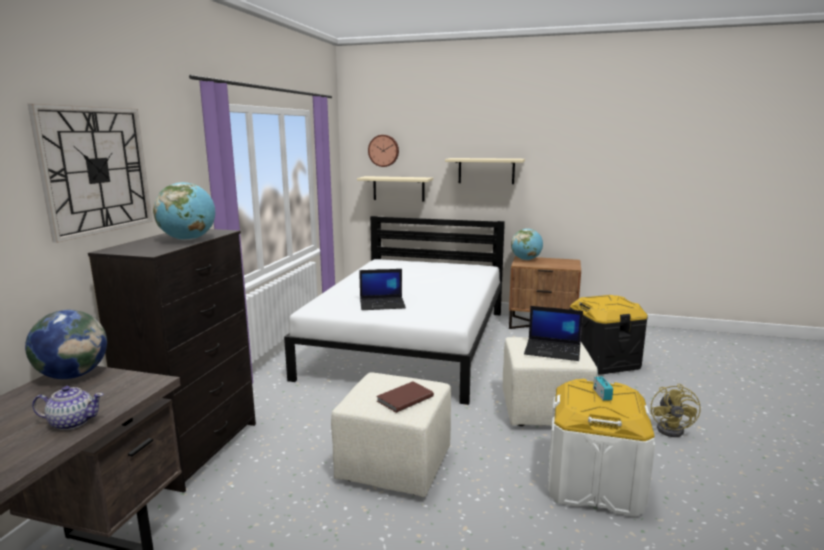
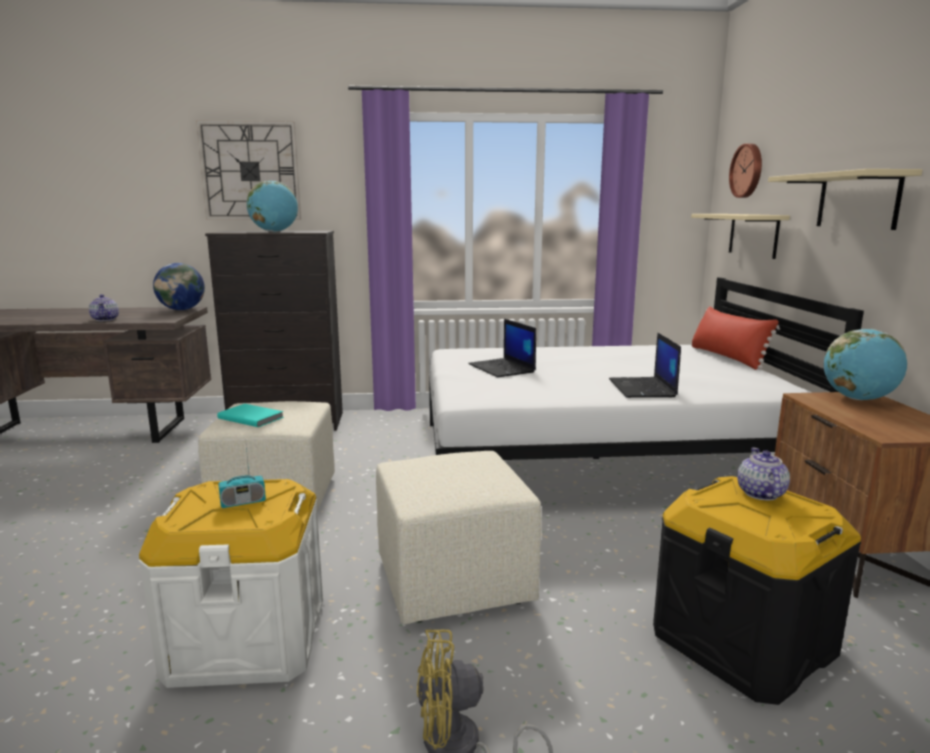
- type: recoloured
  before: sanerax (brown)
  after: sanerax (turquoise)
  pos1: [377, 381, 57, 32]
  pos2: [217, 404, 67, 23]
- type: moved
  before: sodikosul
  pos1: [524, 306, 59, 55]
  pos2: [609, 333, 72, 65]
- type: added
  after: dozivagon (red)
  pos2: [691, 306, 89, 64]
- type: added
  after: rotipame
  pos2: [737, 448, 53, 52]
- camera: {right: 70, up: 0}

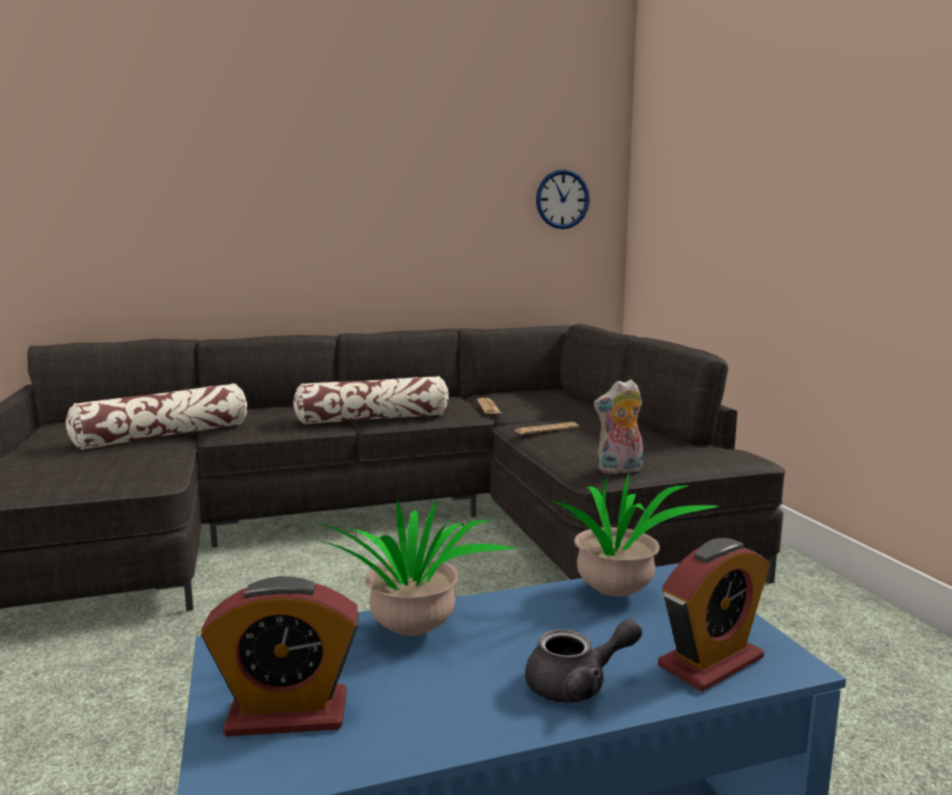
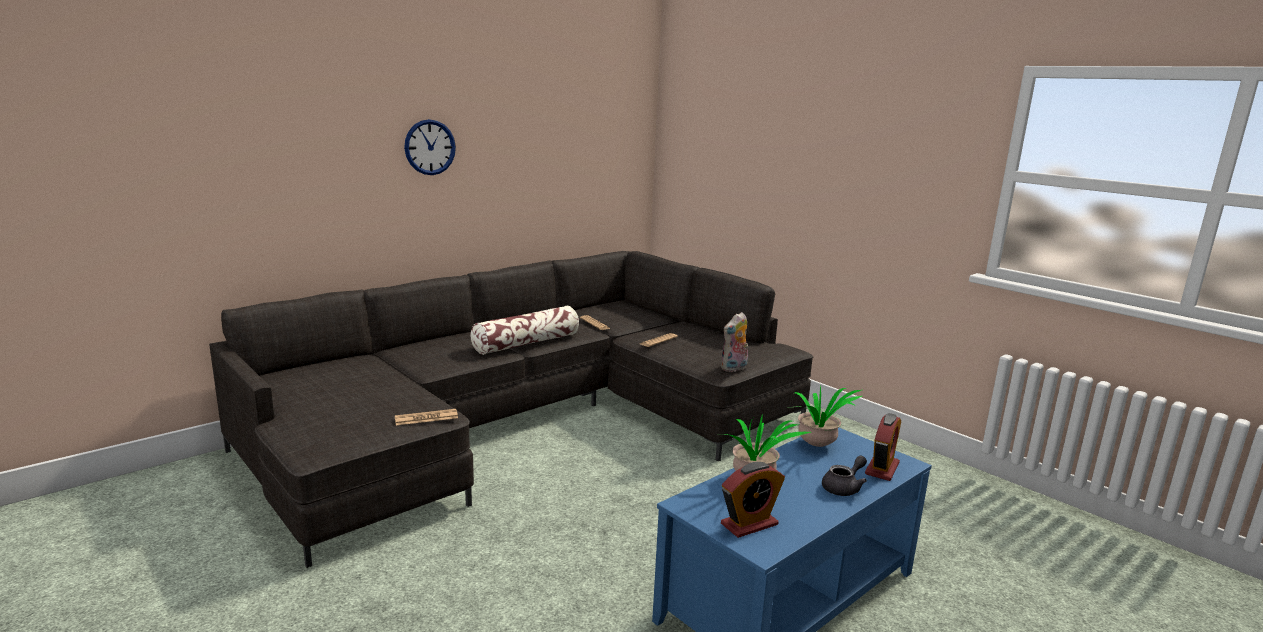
- type: added
  after: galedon
  pos2: [395, 409, 63, 16]
- type: moved
  before: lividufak
  pos1: [536, 169, 54, 60]
  pos2: [404, 119, 52, 56]
- type: removed
  before: dozivagon
  pos1: [66, 383, 181, 67]
- camera: {right: -25, up: 5}

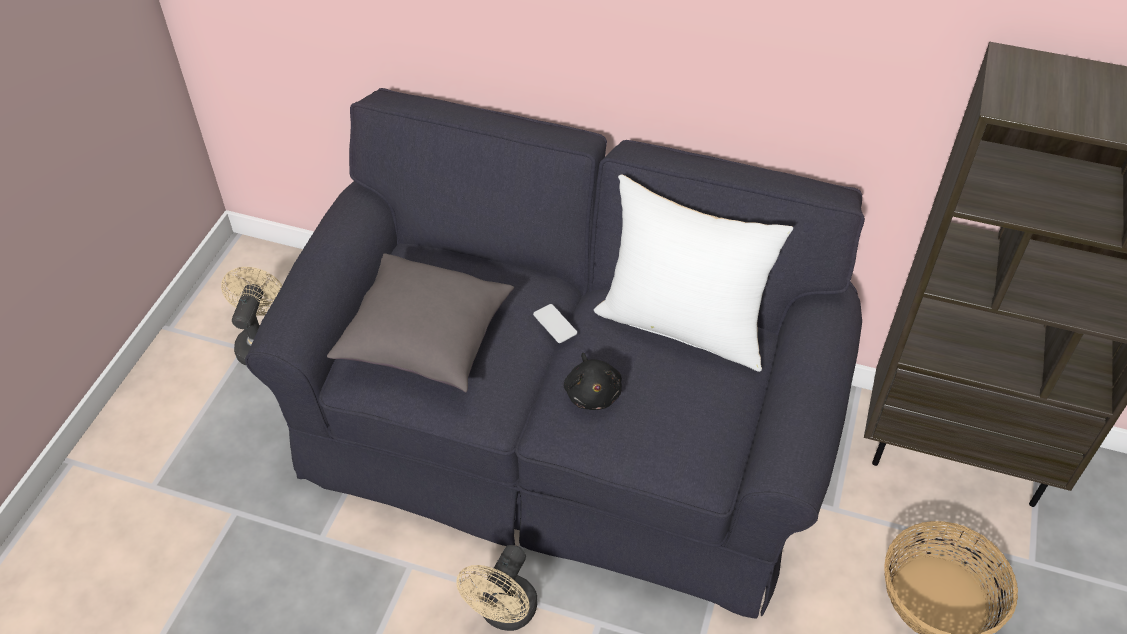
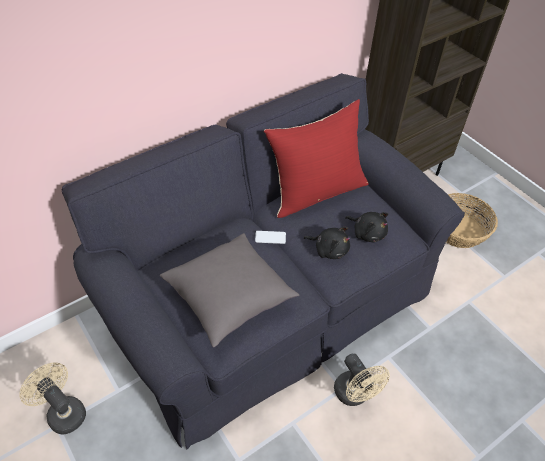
- type: recoloured
  before: dozivagon (white)
  after: dozivagon (red)
  pos1: [594, 175, 199, 197]
  pos2: [264, 99, 105, 119]
- type: added
  after: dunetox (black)
  pos2: [345, 212, 43, 30]
- camera: {right: -55, up: 0}

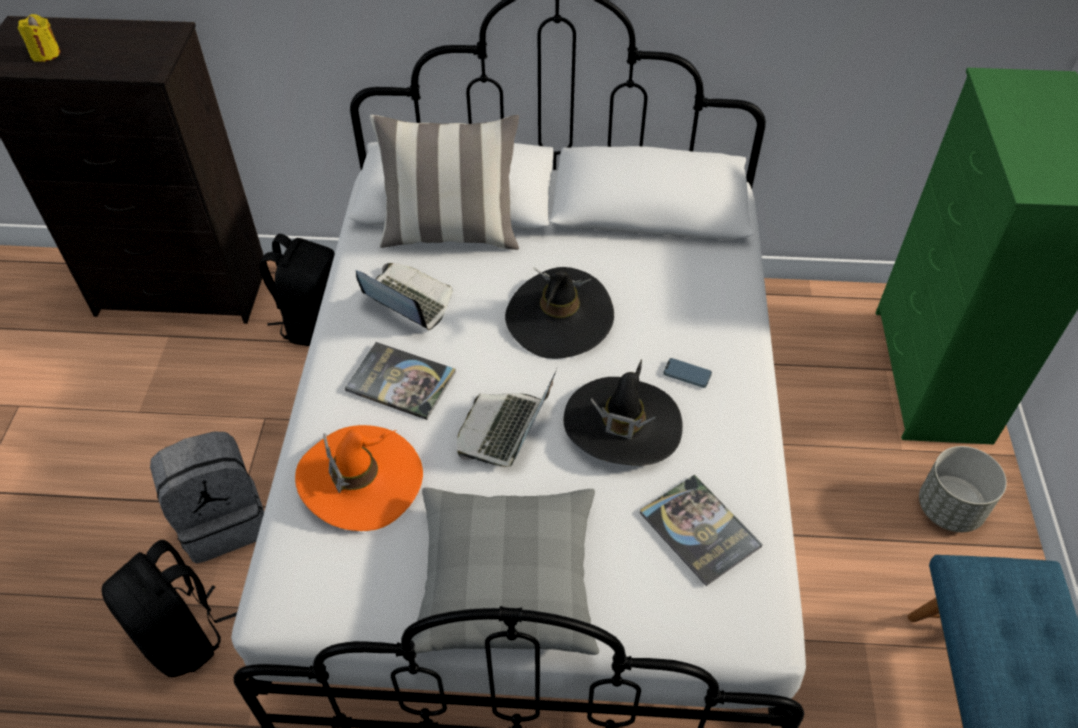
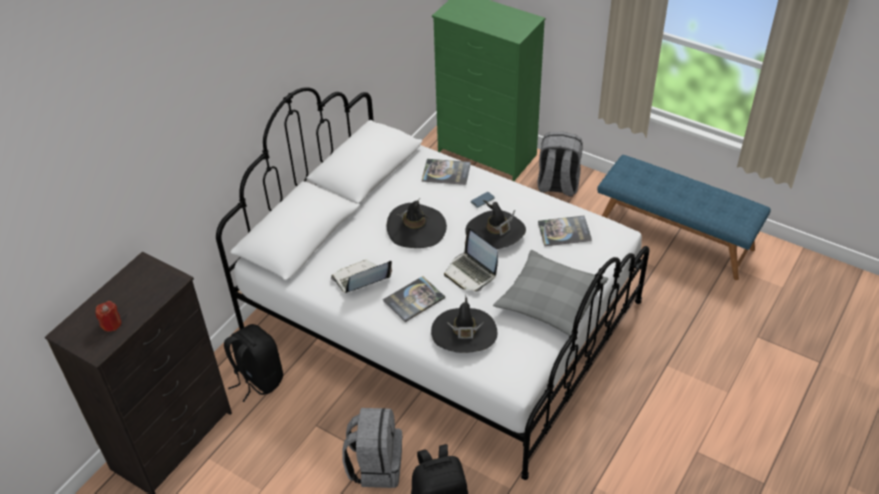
- type: recoloured
  before: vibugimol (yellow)
  after: vibugimol (red)
  pos1: [18, 14, 42, 48]
  pos2: [95, 301, 27, 31]
- type: added
  after: sanerax
  pos2: [422, 159, 49, 26]
- type: recoloured
  before: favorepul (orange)
  after: favorepul (black)
  pos1: [295, 425, 128, 106]
  pos2: [431, 295, 66, 58]
- type: replaced
  before: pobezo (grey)
  after: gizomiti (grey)
  pos1: [919, 446, 88, 86]
  pos2: [537, 132, 46, 65]
- type: removed
  before: dozivagon
  pos1: [370, 115, 149, 135]
- camera: {right: -60, up: -5}

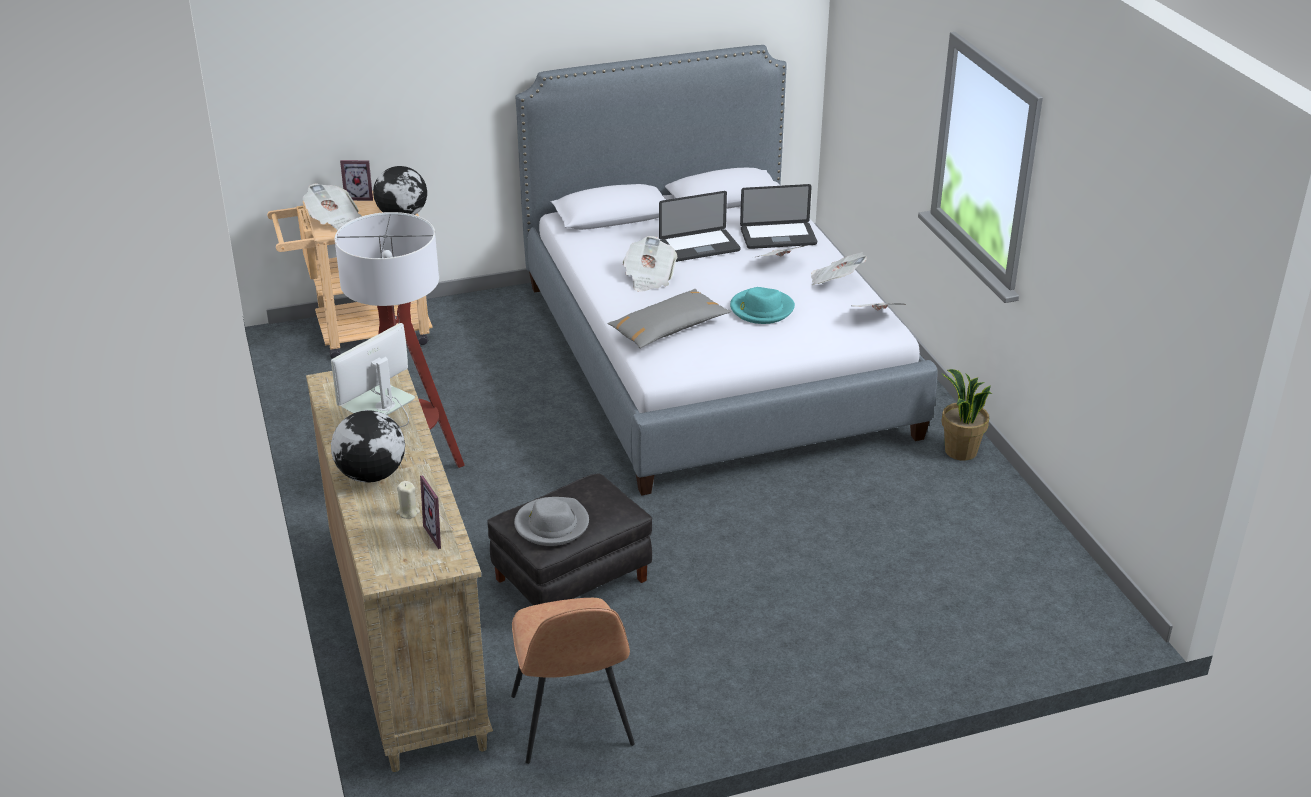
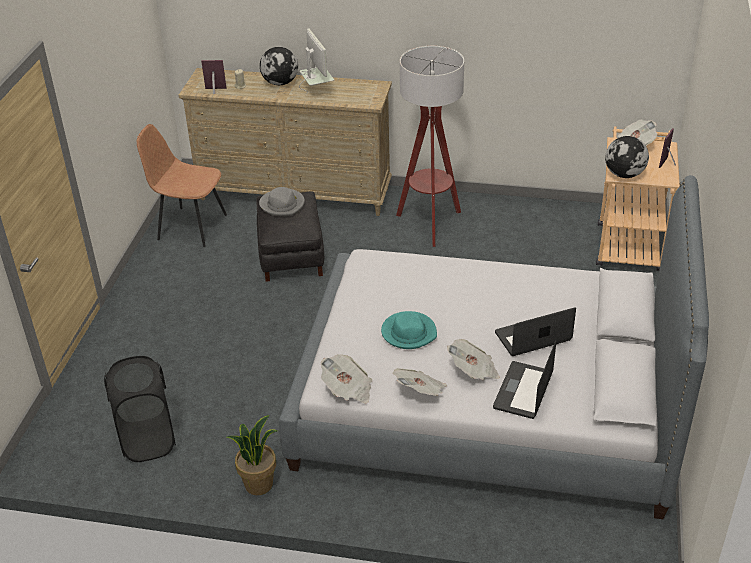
- type: added
  after: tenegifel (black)
  pos2: [104, 356, 72, 106]
- type: turned
  before: sodikosul
  pos1: [659, 191, 82, 71]
  pos2: [495, 308, 81, 48]
  turn: 60
- type: removed
  before: dozivagon (grey)
  pos1: [607, 289, 124, 59]
- type: removed
  before: galedon
  pos1: [623, 236, 54, 55]
- camera: {right: 120, up: 5}

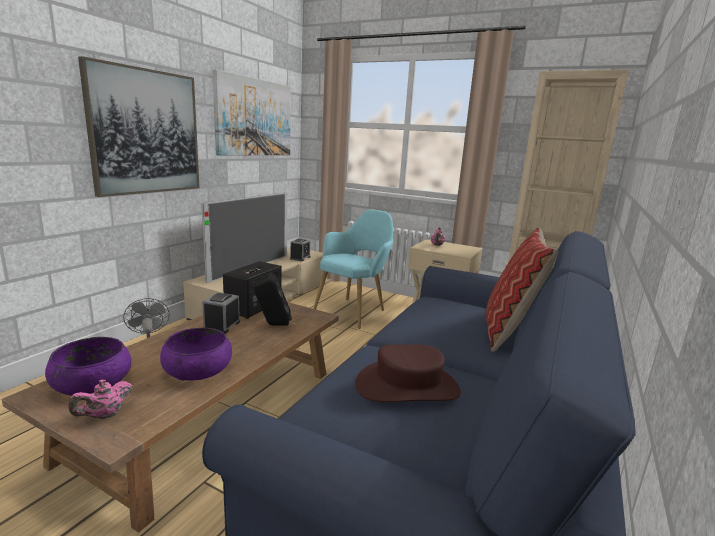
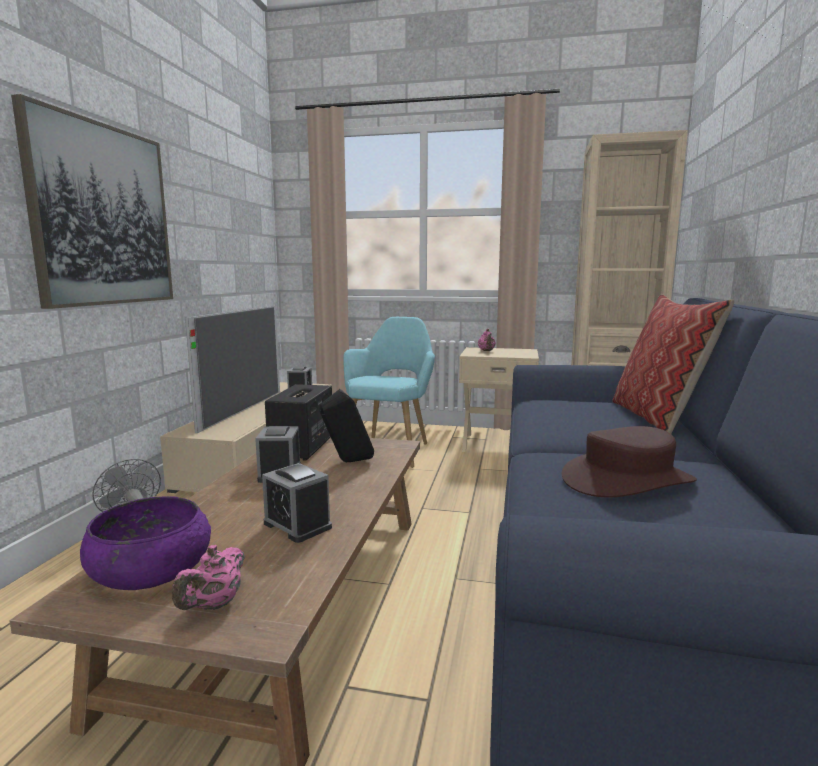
- type: replaced
  before: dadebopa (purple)
  after: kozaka
  pos1: [160, 328, 72, 53]
  pos2: [262, 463, 70, 80]
- type: removed
  before: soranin
  pos1: [213, 69, 78, 87]
- camera: {right: -15, up: -5}

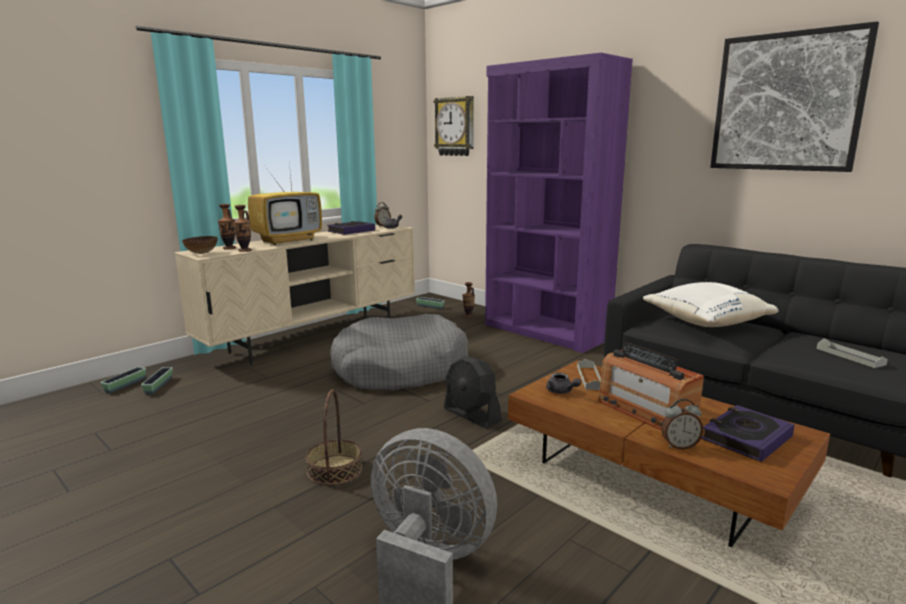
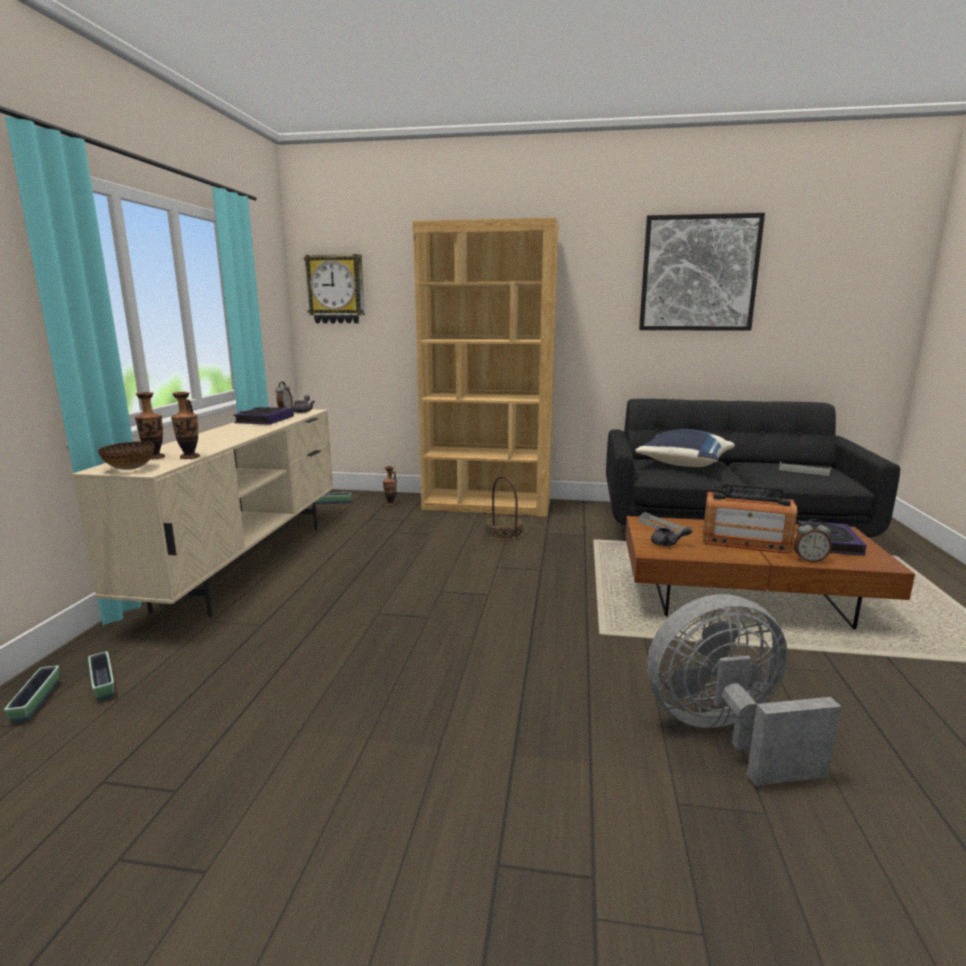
- type: recoloured
  before: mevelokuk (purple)
  after: mevelokuk (brown)
  pos1: [485, 53, 148, 300]
  pos2: [412, 217, 147, 300]
- type: moved
  before: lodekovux
  pos1: [306, 389, 56, 96]
  pos2: [485, 476, 38, 65]
- type: recoloured
  before: dozivagon (white)
  after: dozivagon (blue)
  pos1: [643, 282, 136, 45]
  pos2: [635, 429, 100, 38]
- type: turned
  before: kozaka
  pos1: [661, 399, 42, 51]
  pos2: [794, 519, 38, 43]
  turn: 45
- type: removed
  before: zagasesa
  pos1: [248, 162, 74, 83]
- type: removed
  before: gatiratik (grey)
  pos1: [330, 314, 138, 77]
- type: removed
  before: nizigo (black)
  pos1: [444, 356, 58, 73]
- camera: {right: -35, up: 0}

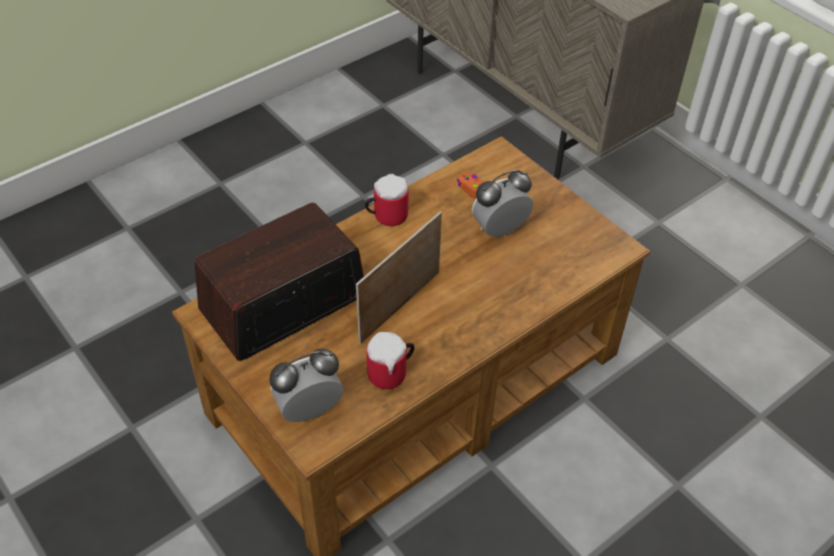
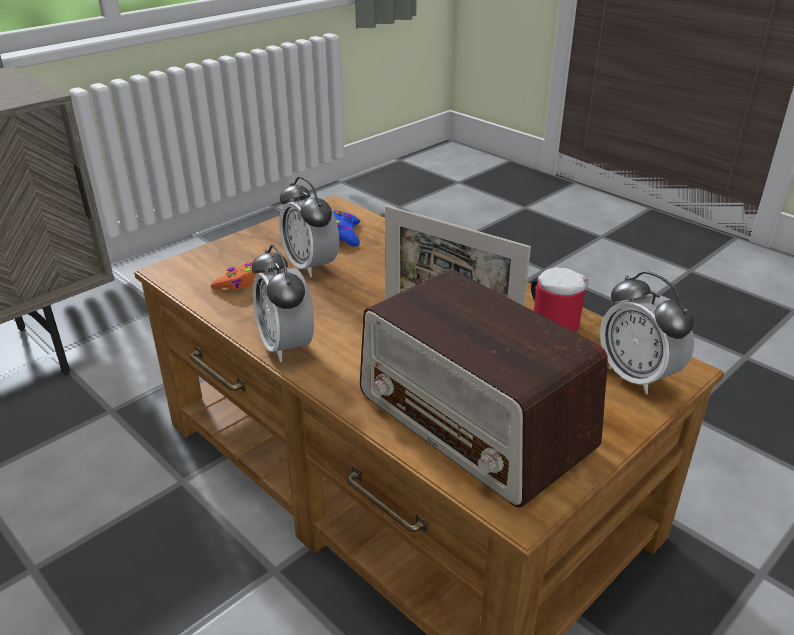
- type: replaced
  before: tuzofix
  after: kozaka
  pos1: [365, 174, 43, 52]
  pos2: [252, 245, 62, 117]
- type: added
  after: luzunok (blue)
  pos2: [333, 210, 27, 37]
- camera: {right: -95, up: -15}

